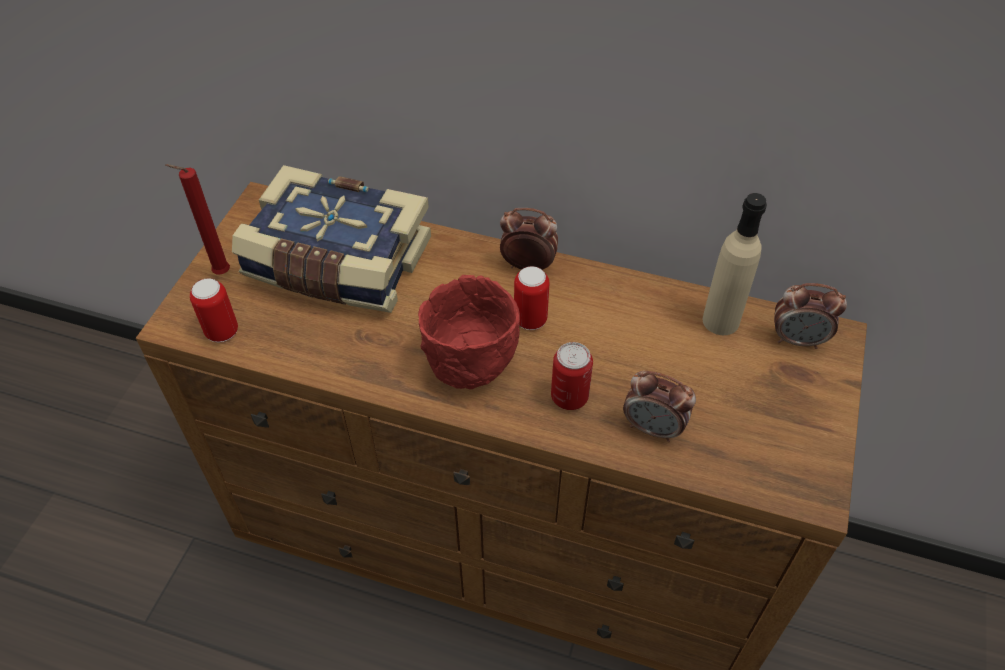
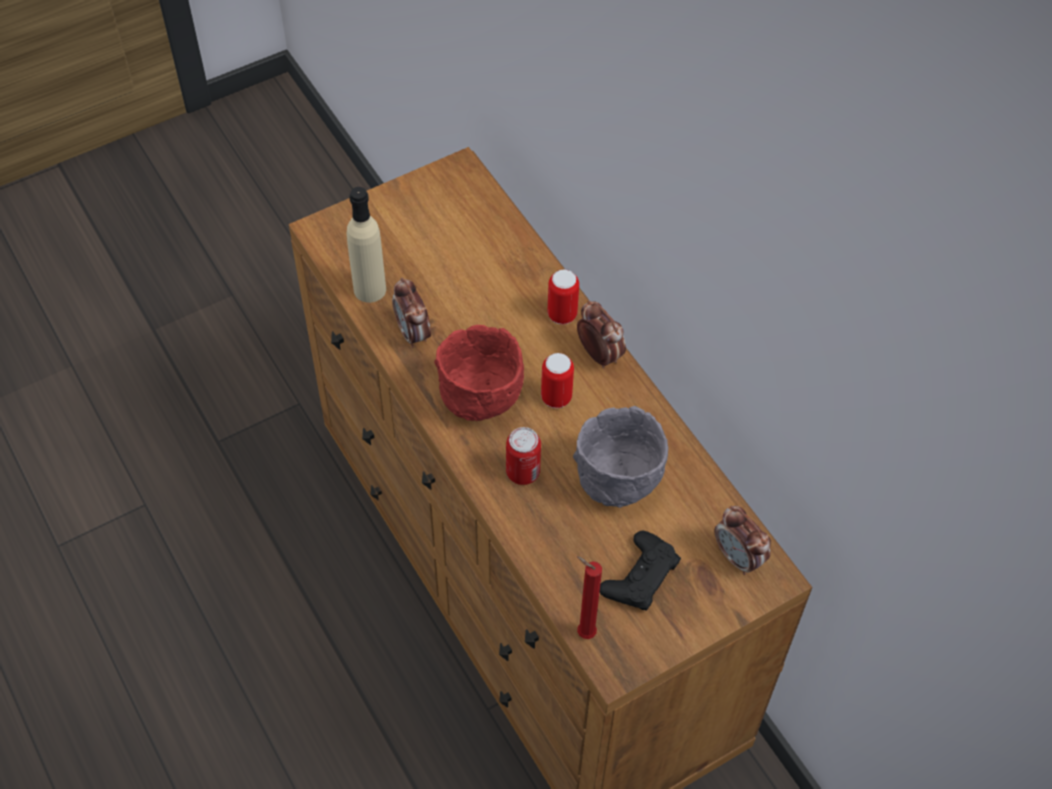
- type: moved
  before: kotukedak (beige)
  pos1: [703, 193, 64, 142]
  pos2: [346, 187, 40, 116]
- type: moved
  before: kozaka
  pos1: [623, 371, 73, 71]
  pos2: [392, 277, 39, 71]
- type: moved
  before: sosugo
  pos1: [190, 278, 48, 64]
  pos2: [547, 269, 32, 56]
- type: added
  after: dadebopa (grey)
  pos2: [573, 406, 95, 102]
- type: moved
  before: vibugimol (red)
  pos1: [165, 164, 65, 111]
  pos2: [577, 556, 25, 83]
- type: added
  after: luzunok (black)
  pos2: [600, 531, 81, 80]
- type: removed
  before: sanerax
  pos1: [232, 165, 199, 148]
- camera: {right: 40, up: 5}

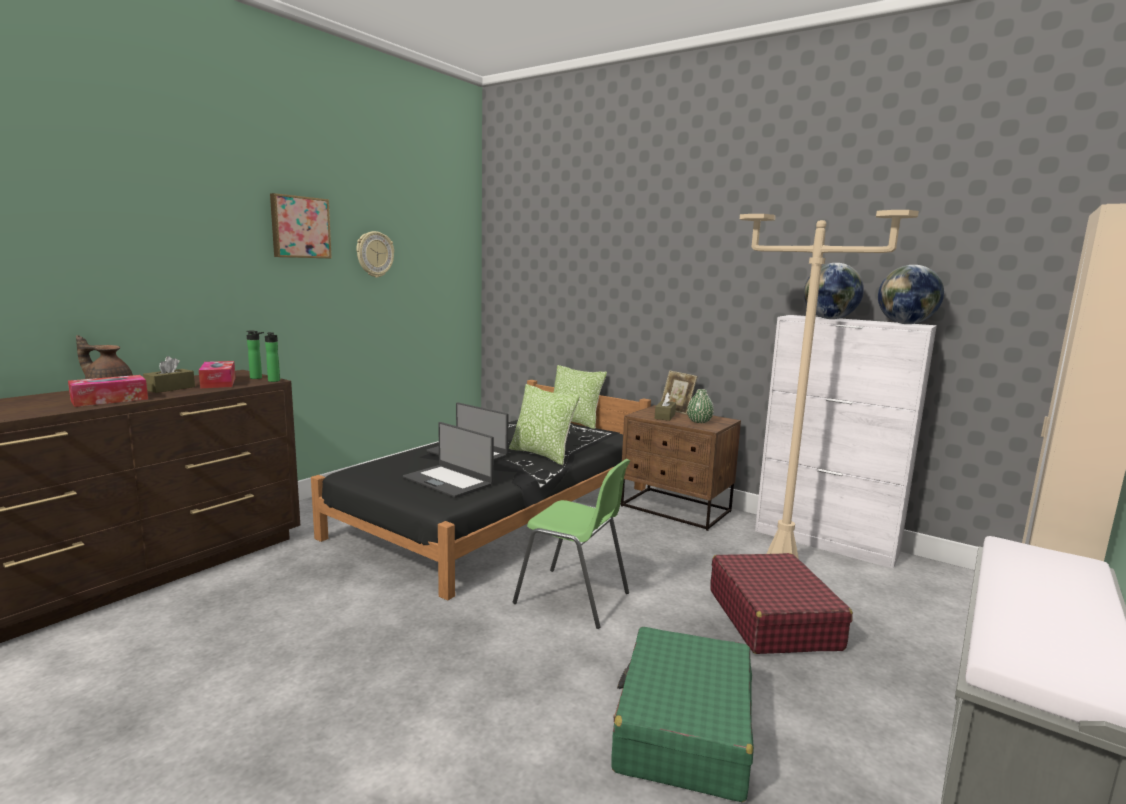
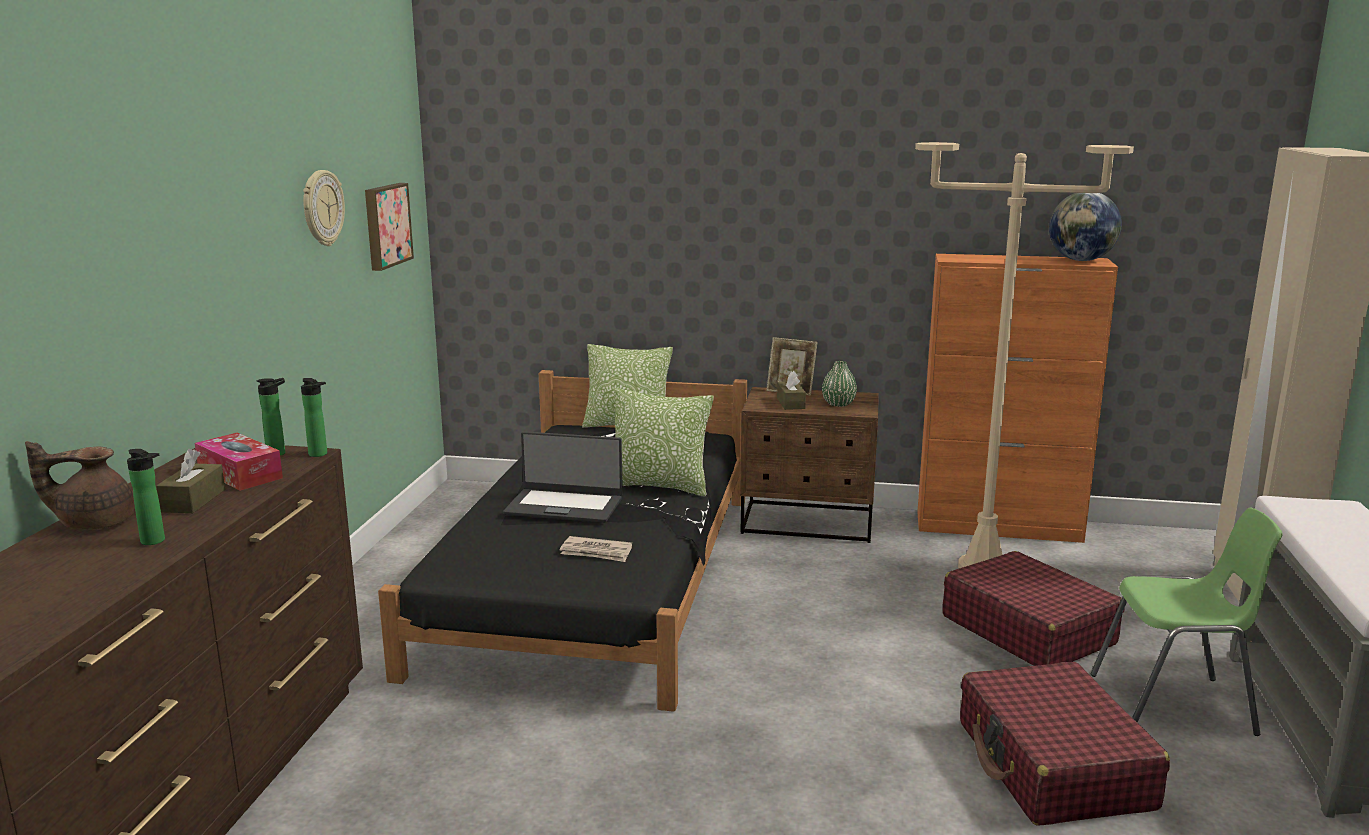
- type: replaced
  before: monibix
  after: kotukedak
  pos1: [68, 375, 80, 32]
  pos2: [127, 449, 38, 96]
- type: moved
  before: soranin
  pos1: [270, 193, 62, 66]
  pos2: [365, 183, 49, 88]
- type: replaced
  before: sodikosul
  after: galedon
  pos1: [403, 422, 91, 76]
  pos2: [560, 536, 72, 26]
- type: recoloured
  before: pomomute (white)
  after: pomomute (orange)
  pos1: [755, 315, 182, 254]
  pos2: [917, 254, 201, 289]
- type: recoloured
  before: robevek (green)
  after: robevek (red)
  pos1: [611, 627, 143, 175]
  pos2: [960, 662, 210, 164]
- type: moved
  before: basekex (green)
  pos1: [513, 459, 117, 170]
  pos2: [1091, 507, 192, 229]
- type: removed
  before: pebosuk
  pos1: [804, 263, 60, 56]
- camera: {right: -25, up: 5}

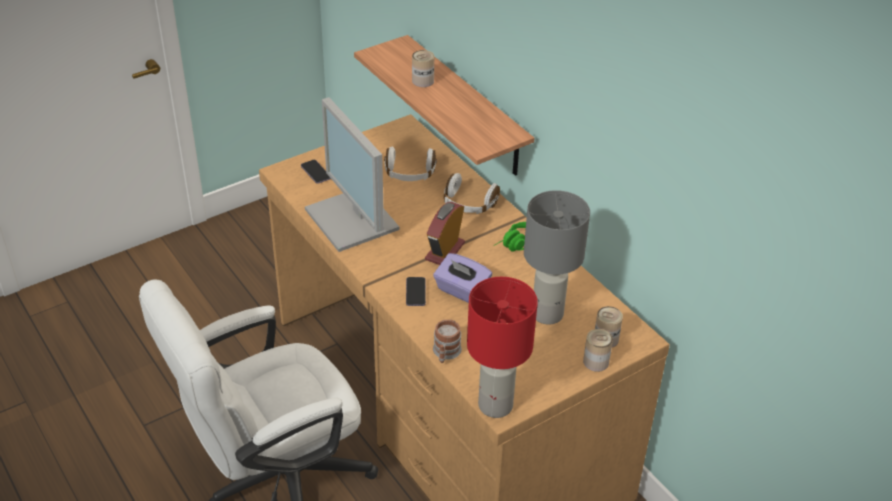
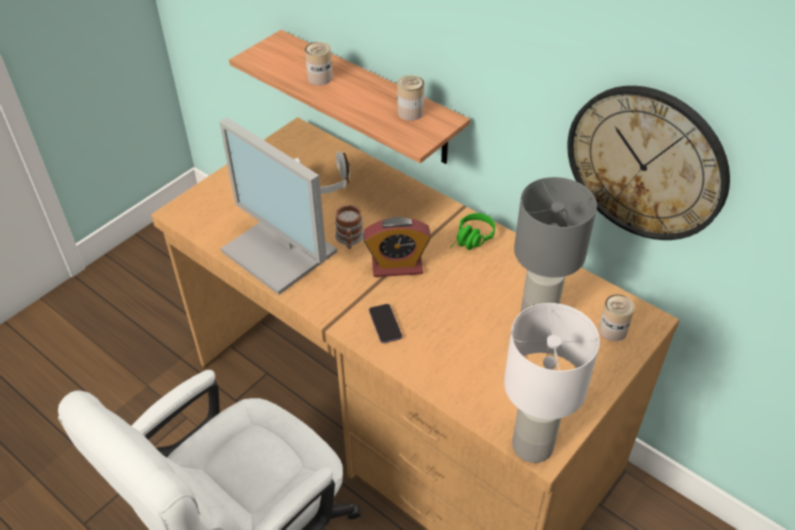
- type: moved
  before: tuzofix
  pos1: [433, 320, 29, 43]
  pos2: [335, 205, 29, 44]
- type: turned
  before: kozaka
  pos1: [425, 202, 40, 63]
  pos2: [363, 217, 68, 60]
  turn: -105
- type: moved
  before: sosugo
  pos1: [583, 329, 30, 43]
  pos2: [397, 75, 27, 46]
- type: recoloured
  before: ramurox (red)
  after: ramurox (white)
  pos1: [467, 277, 71, 141]
  pos2: [504, 303, 96, 160]
- type: added
  after: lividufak
  pos2: [567, 86, 163, 154]
- type: removed
  before: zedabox
  pos1: [301, 160, 30, 24]
- type: removed
  before: monibix (purple)
  pos1: [433, 253, 59, 50]
- type: removed
  before: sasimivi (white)
  pos1: [444, 173, 56, 41]
- camera: {right: -15, up: 5}

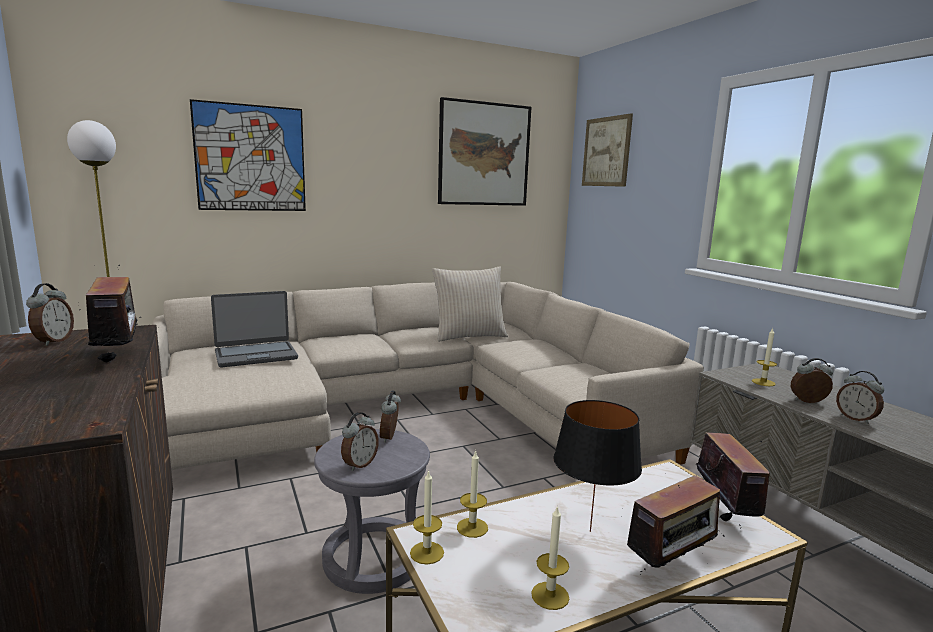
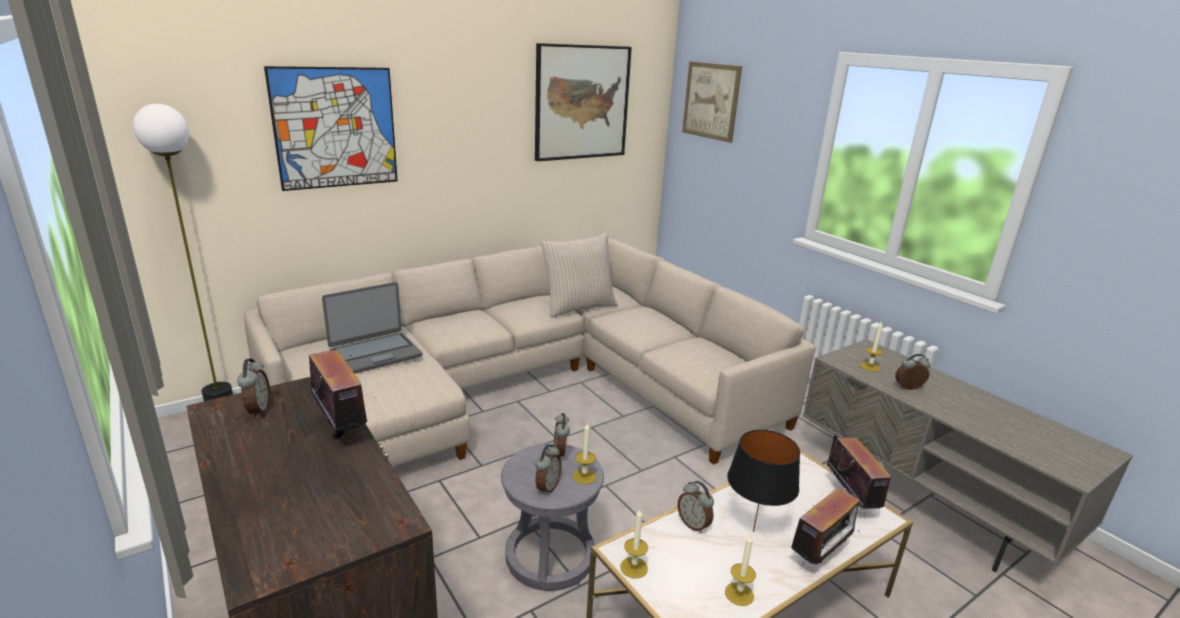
- type: moved
  before: vibugimol
  pos1: [457, 450, 31, 88]
  pos2: [572, 423, 24, 62]
- type: moved
  before: kozaka
  pos1: [836, 371, 48, 53]
  pos2: [678, 481, 36, 52]
- camera: {right: -10, up: 10}

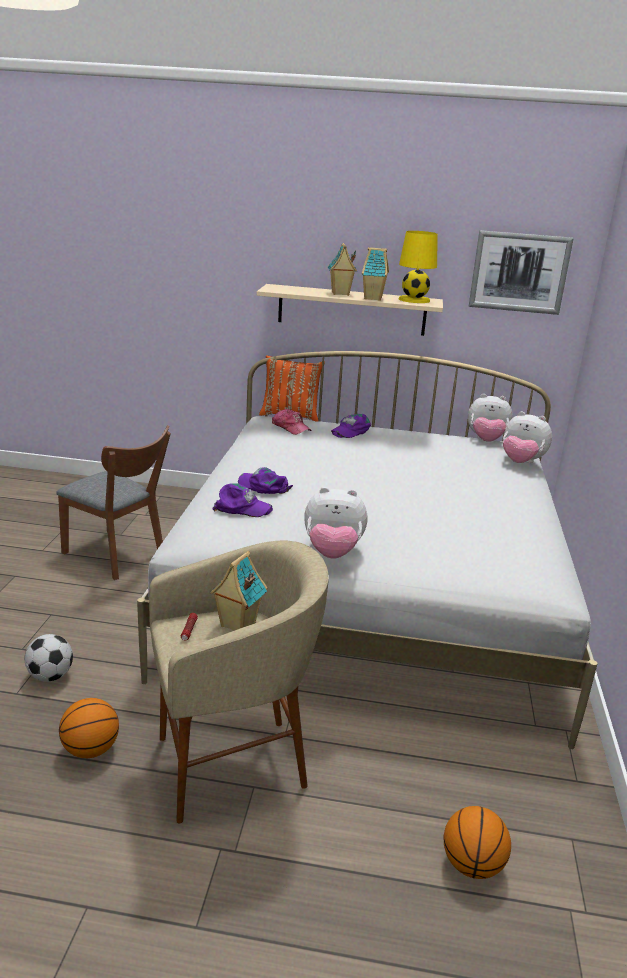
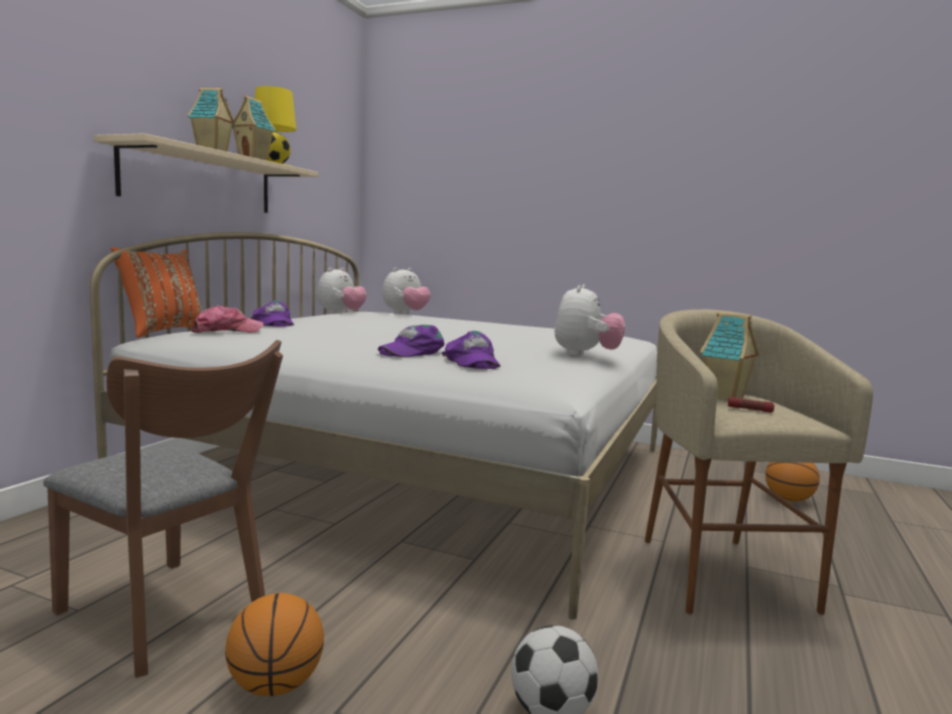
- type: turned
  before: basekex (brown)
  pos1: [56, 425, 115, 155]
  pos2: [43, 340, 240, 338]
  turn: 75
- type: moved
  before: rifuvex
  pos1: [59, 698, 60, 60]
  pos2: [225, 593, 99, 103]
- type: turned
  before: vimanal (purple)
  pos1: [212, 483, 61, 34]
  pos2: [442, 331, 59, 38]
  turn: 135
- type: removed
  before: soranin
  pos1: [469, 230, 105, 85]
- camera: {right: -75, up: -15}

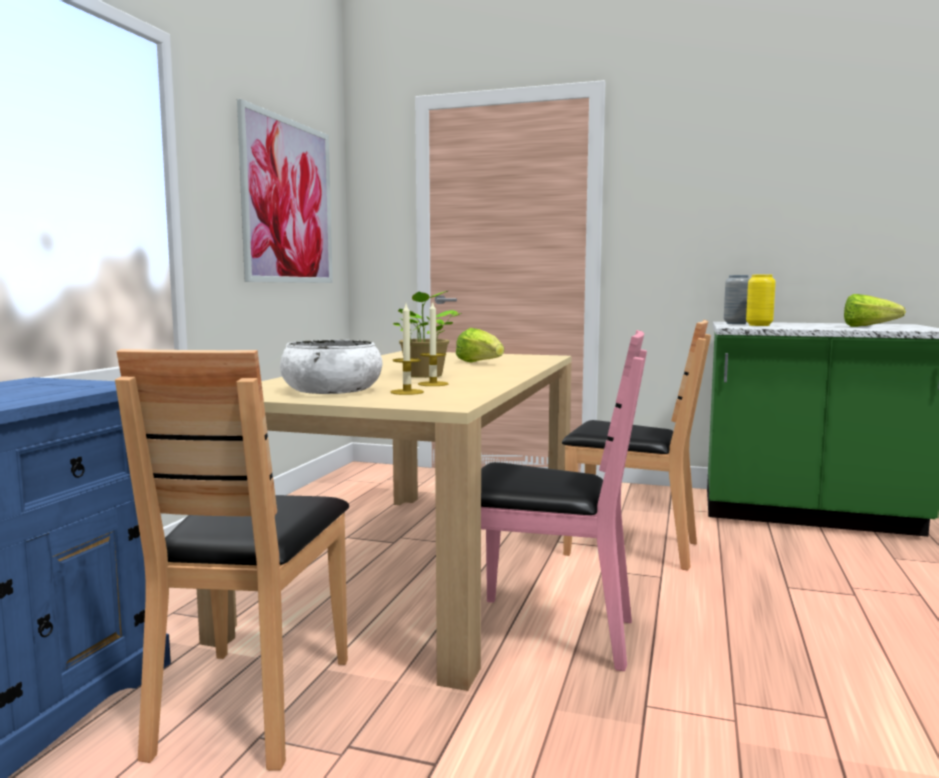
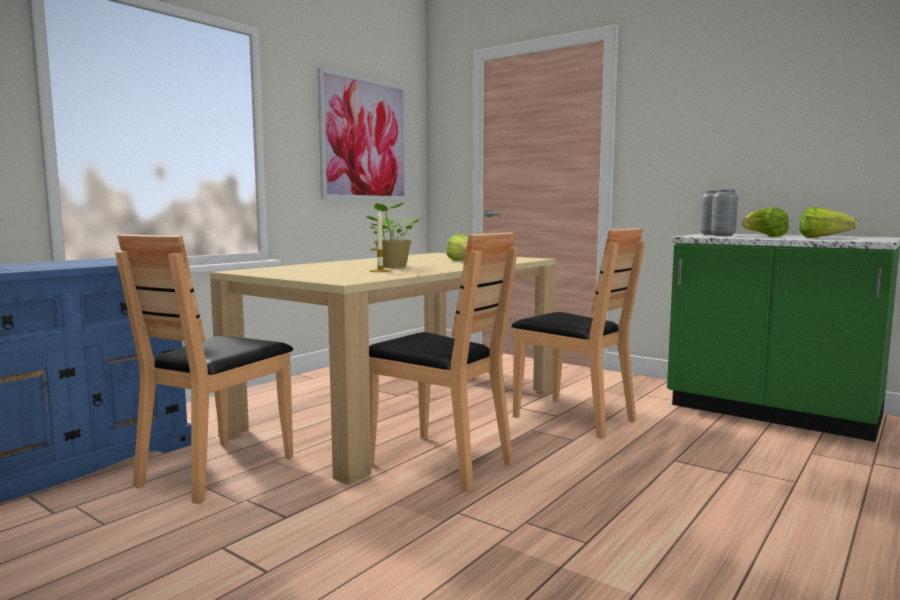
- type: recoloured
  before: basekex (pink)
  after: basekex (brown)
  pos1: [481, 330, 166, 341]
  pos2: [369, 232, 149, 259]
- type: recoloured
  before: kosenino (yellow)
  after: kosenino (grey)
  pos1: [746, 274, 30, 52]
  pos2: [711, 190, 27, 46]
- type: added
  after: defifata
  pos2: [742, 207, 47, 30]
- type: removed
  before: dadebopa (white)
  pos1: [280, 340, 102, 54]
- type: removed
  before: vibugimol
  pos1: [391, 304, 33, 91]
- camera: {right: 20, up: 0}

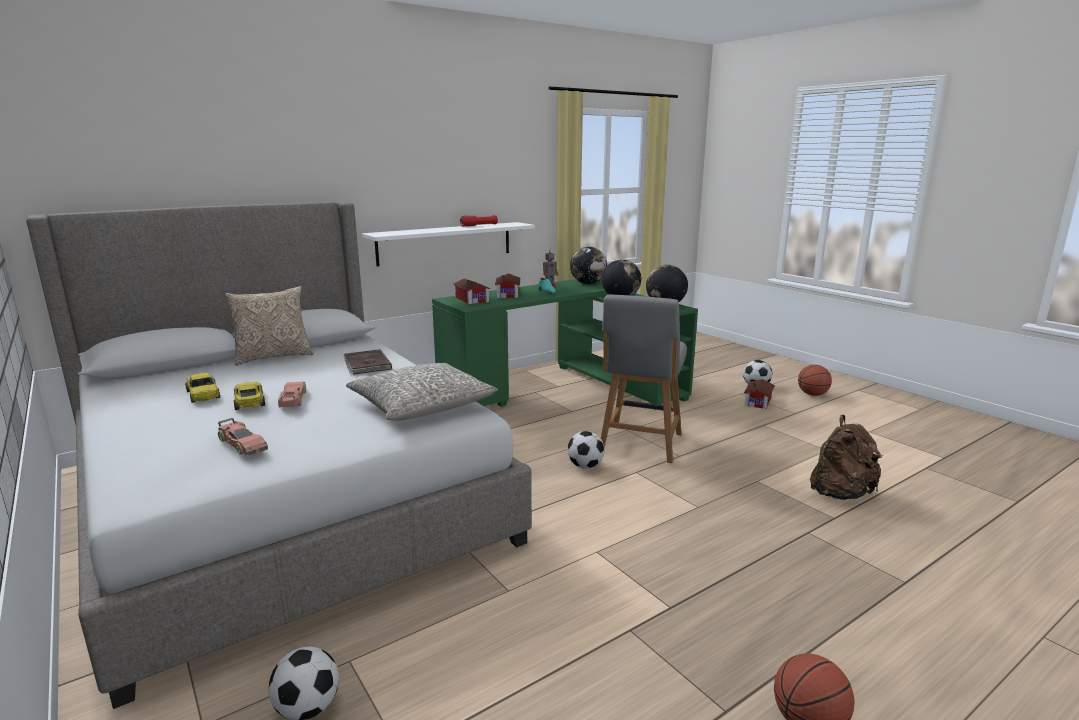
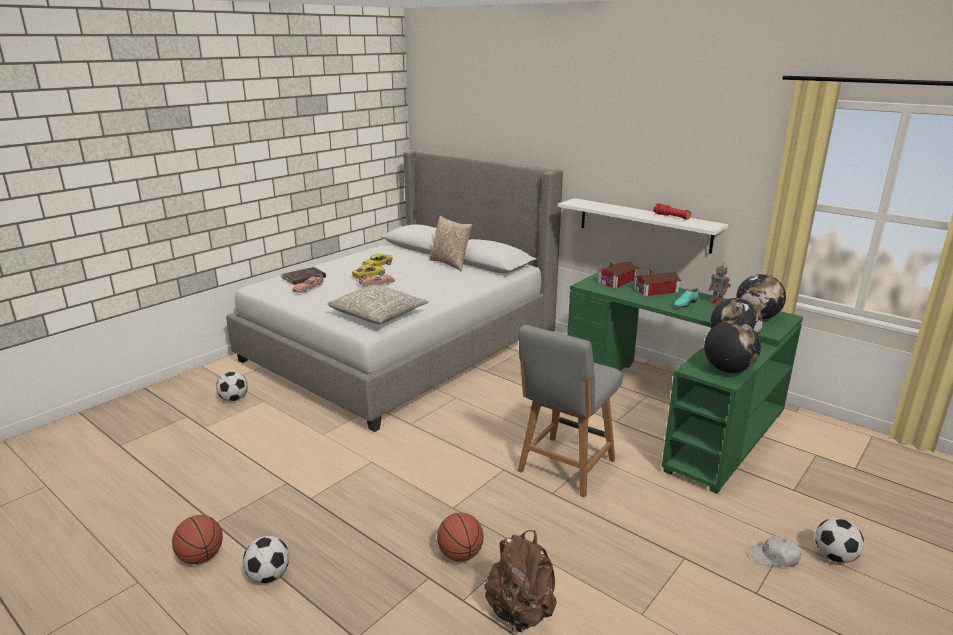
- type: moved
  before: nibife
  pos1: [567, 431, 38, 38]
  pos2: [243, 536, 46, 47]
- type: moved
  before: sanerax (brown)
  pos1: [344, 349, 48, 26]
  pos2: [281, 267, 45, 18]
- type: moved
  before: rifuvex
  pos1: [798, 365, 34, 31]
  pos2: [437, 513, 47, 48]
- type: turned
  before: basekex (grey)
  pos1: [601, 295, 86, 168]
  pos2: [518, 325, 105, 172]
  turn: -60
- type: replaced
  before: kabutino
  after: vimanal (white)
  pos1: [744, 379, 31, 30]
  pos2: [749, 536, 52, 31]
- camera: {right: 75, up: 5}

